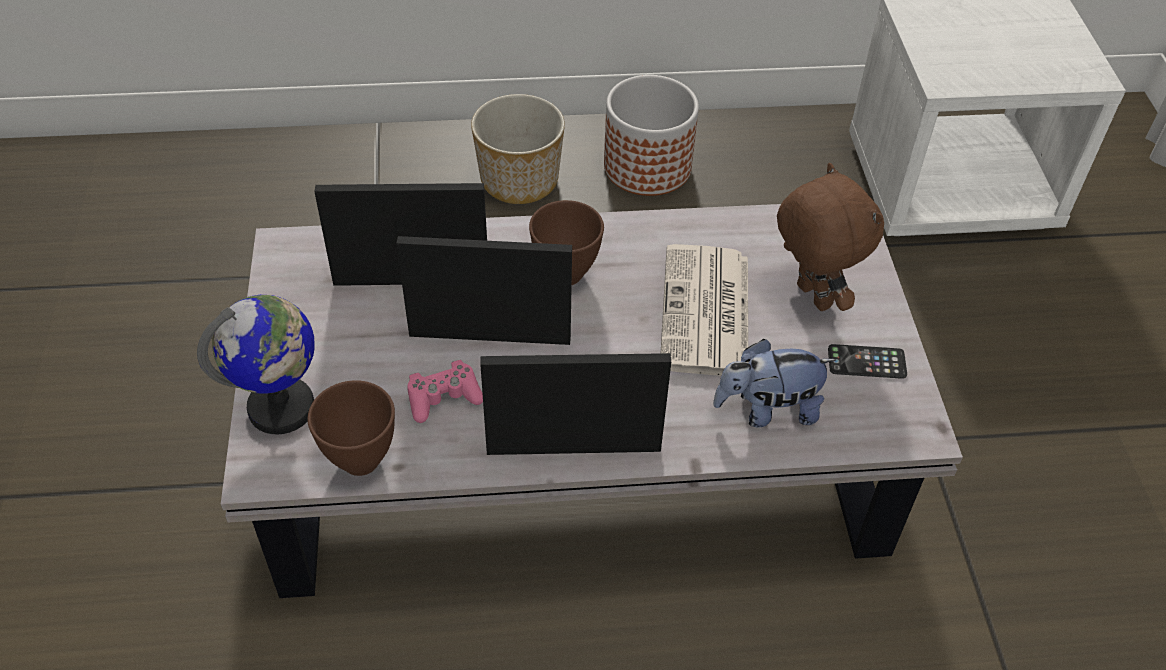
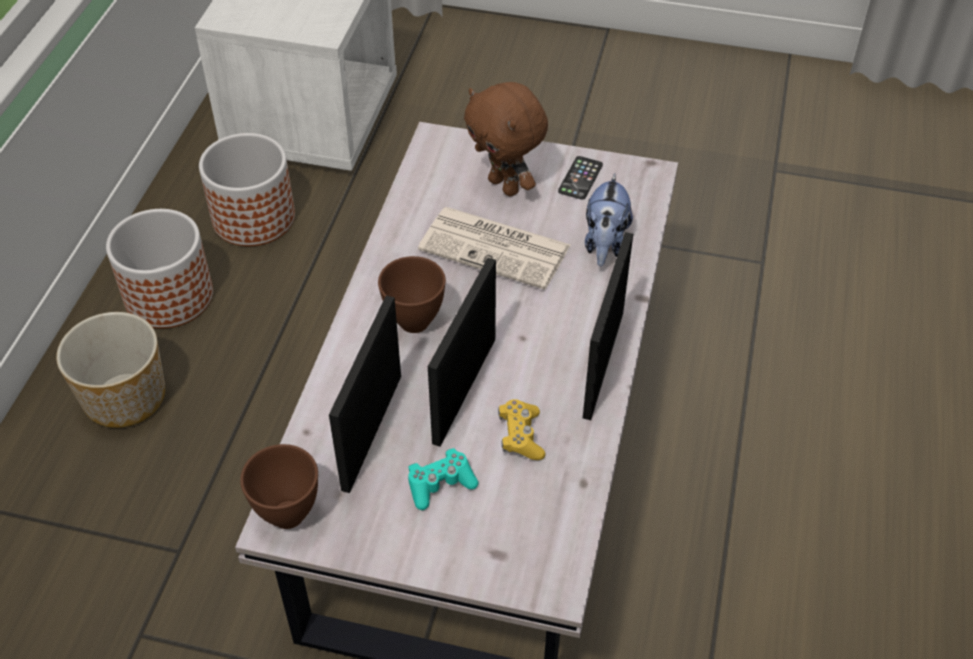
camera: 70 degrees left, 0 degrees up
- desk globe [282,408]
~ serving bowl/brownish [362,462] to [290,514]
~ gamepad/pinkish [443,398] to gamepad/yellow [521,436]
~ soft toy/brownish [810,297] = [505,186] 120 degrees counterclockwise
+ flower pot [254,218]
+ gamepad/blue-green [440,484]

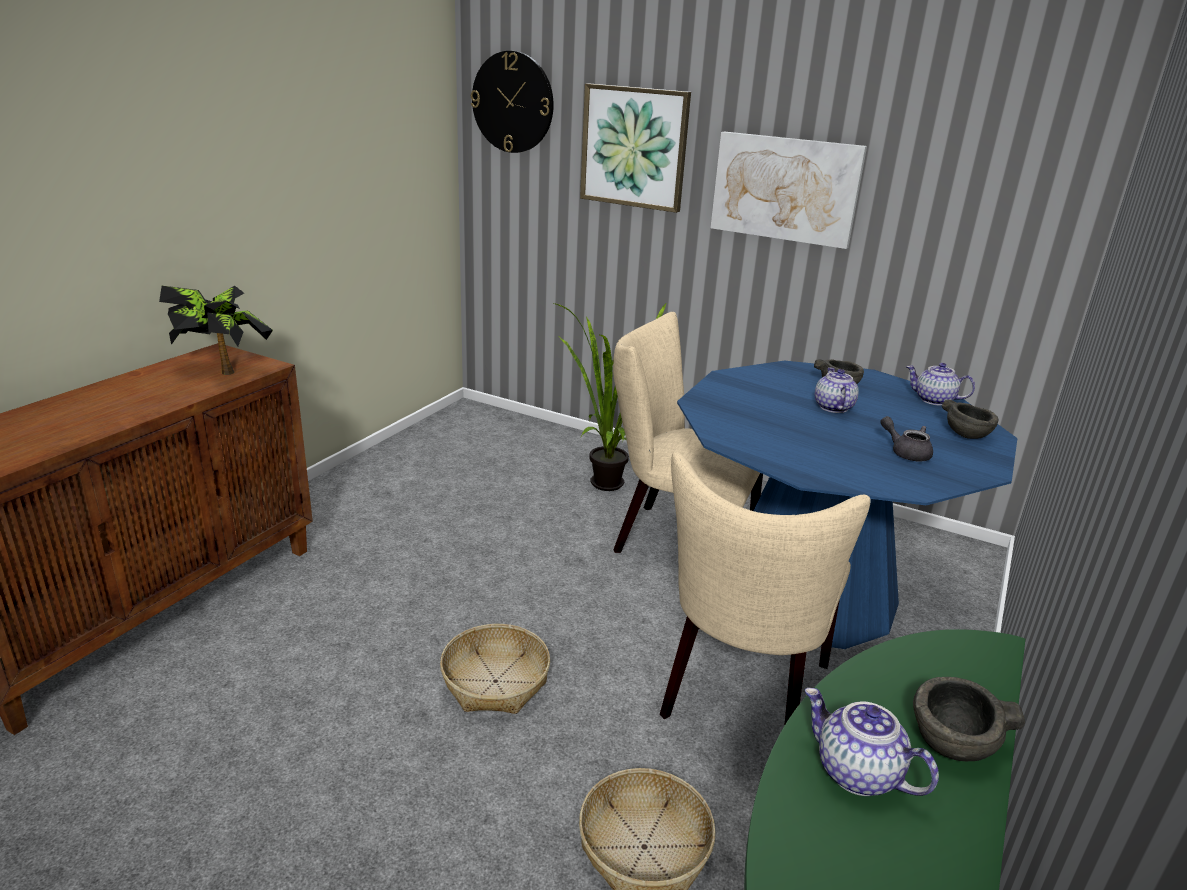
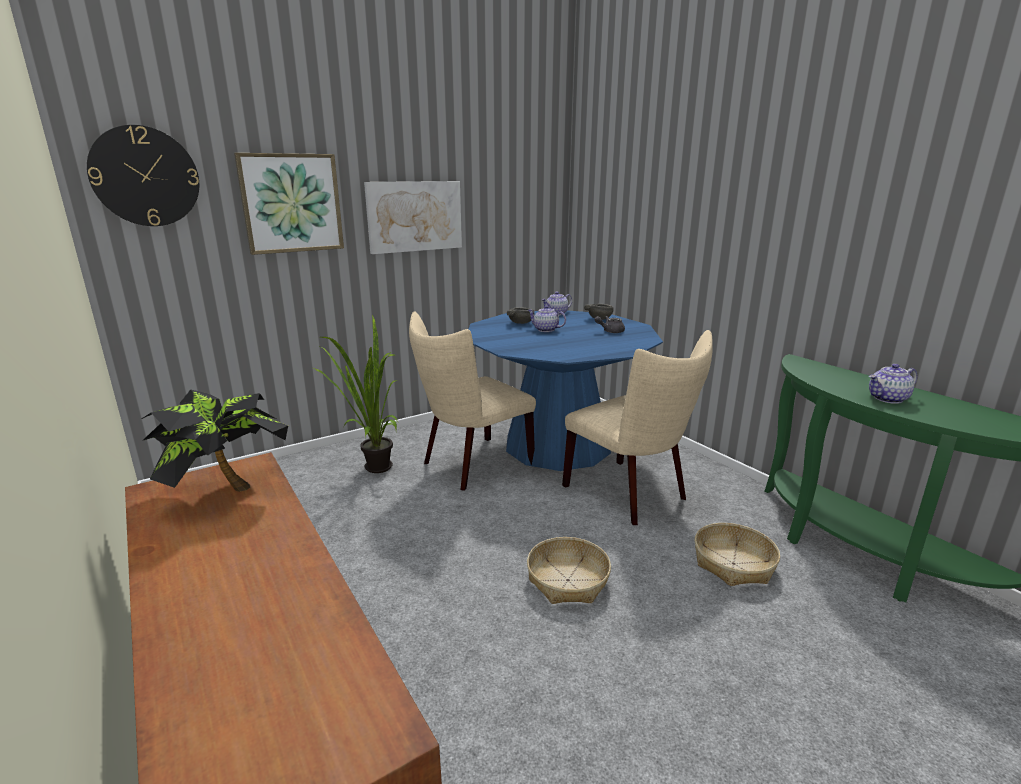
camera: 60 degrees left, 5 degrees down
- serving bowl/gray [952,743]

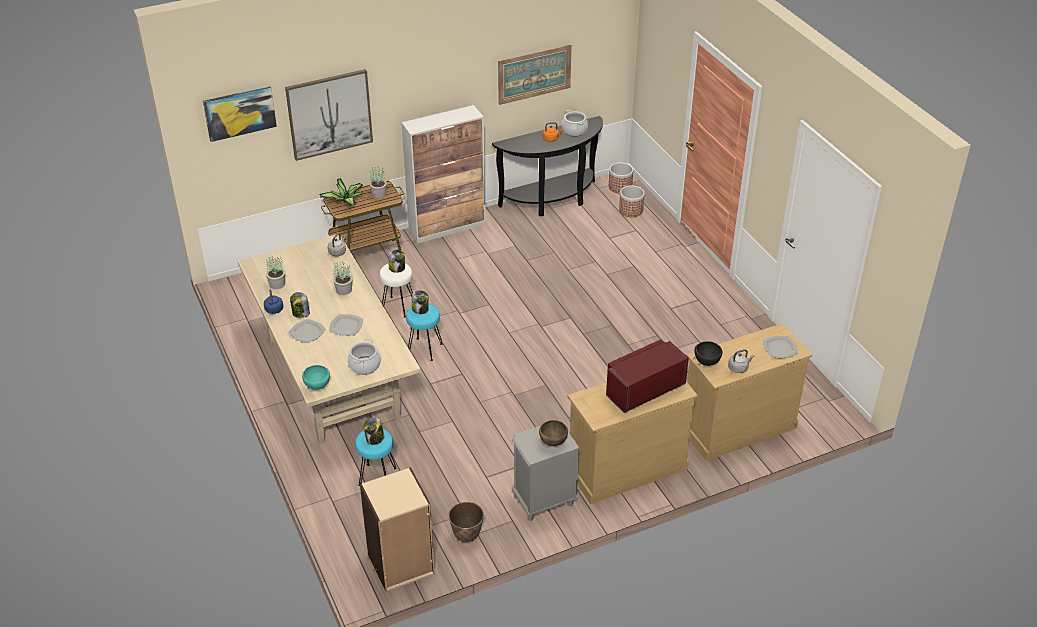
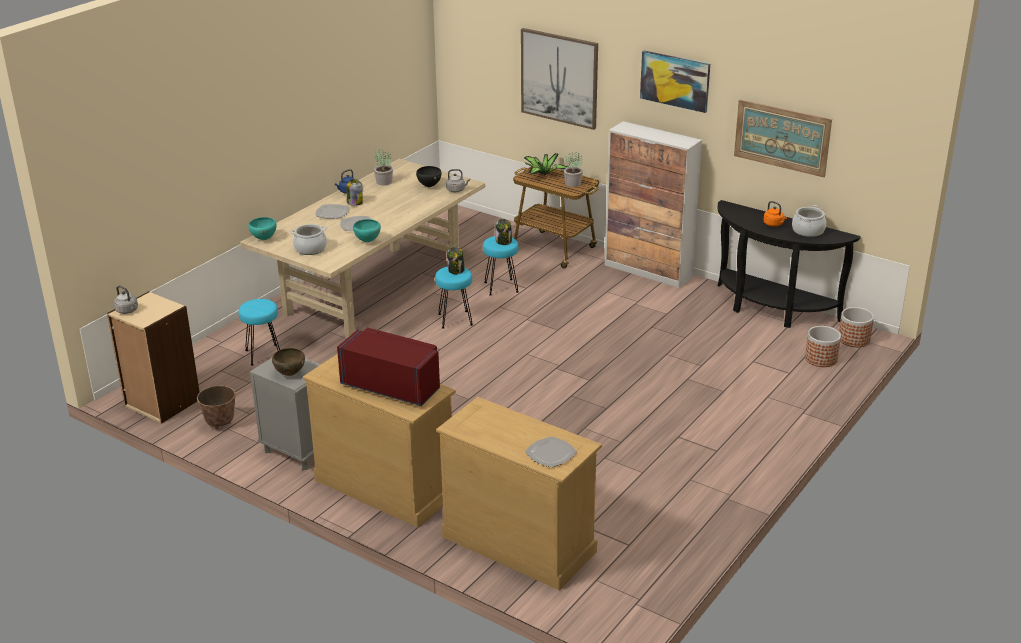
camera: 60 degrees right, 10 degrees down
~ wall art [239,113] to [675,81]
- potted plant [343,290]
- storage jar [375,439]
~ sitting stool/white-coloured [398,307] to sitting stool/blue-green [501,287]
~ serving bowl/black-coloured [706,363] to [429,186]
~ kettle/gray [739,368] to [128,311]
+ serving bowl/blue-green [367,241]

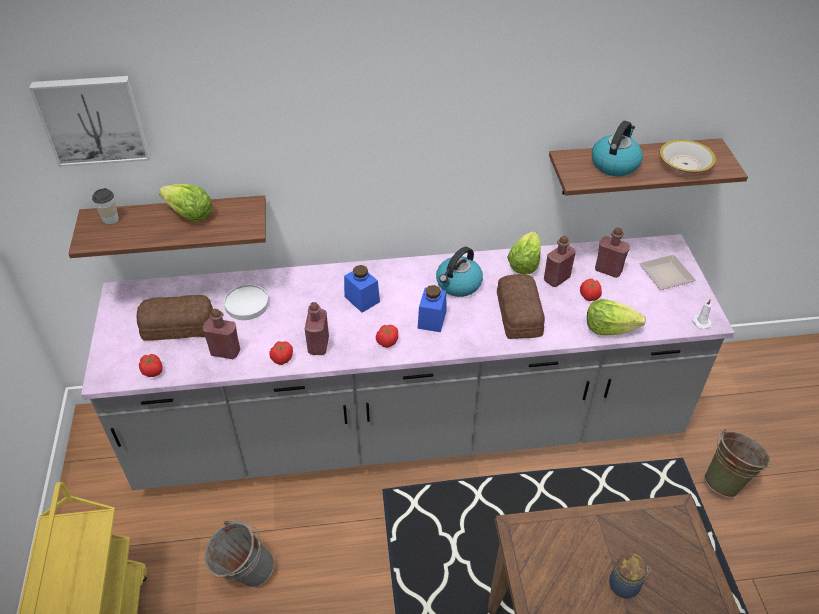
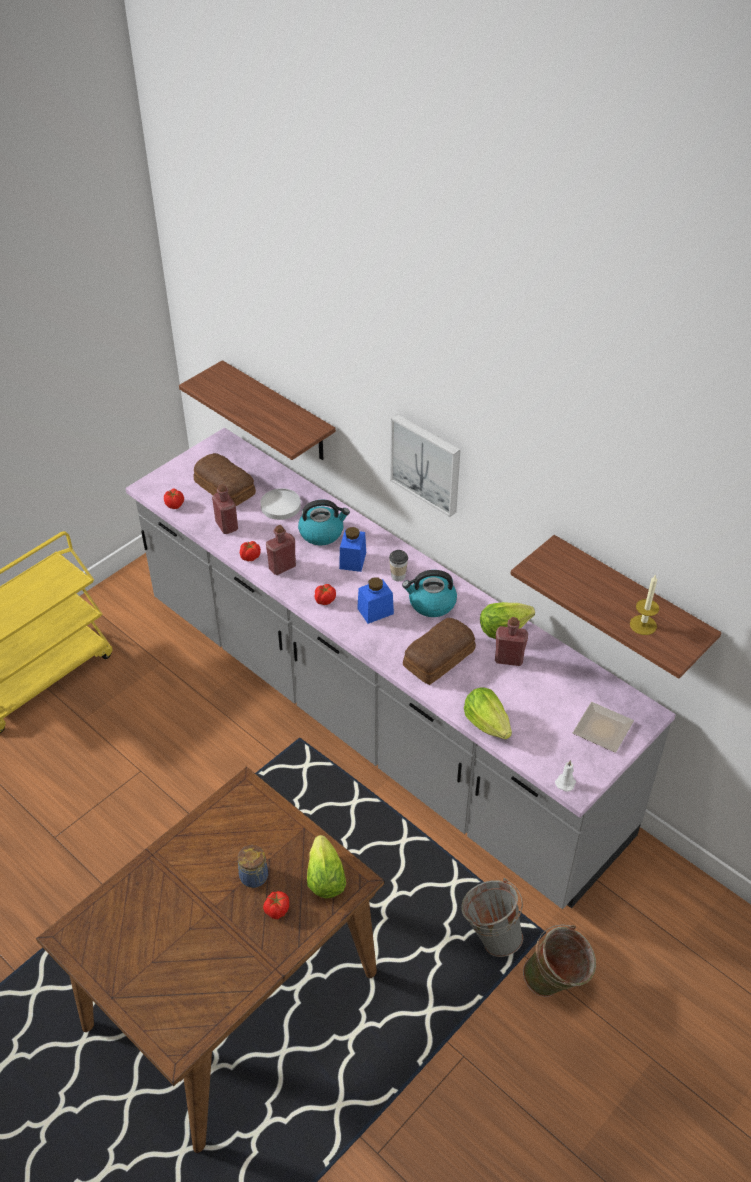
camera: 50 degrees right, 0 degrees up
~ wall art [93,119] to [427,463]
~ small cup [110,219] to [398,576]
~ head of lettuce [189,215] to [325,879]
~ bucket/gray [243,574] to [490,935]
~ whole tomato [589,296] to [276,910]
~ kettle [615,164] to [322,533]
- beverage bottle/reddish [608,270]
~ serving bowl [685,164] to wax light [643,625]

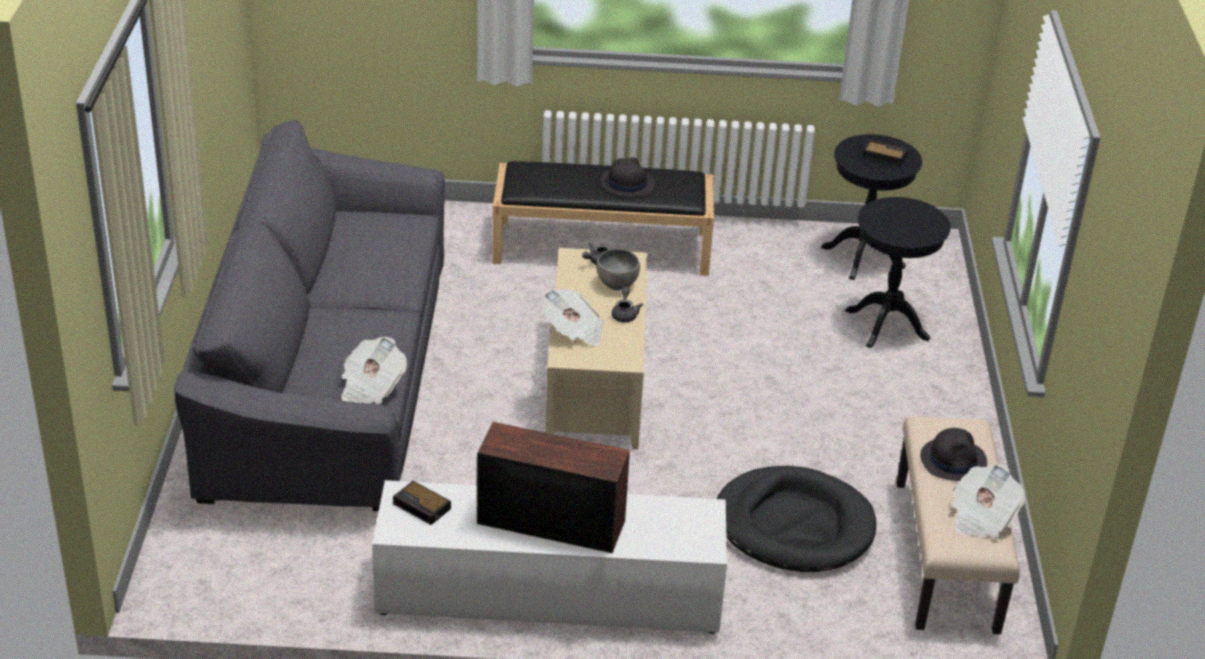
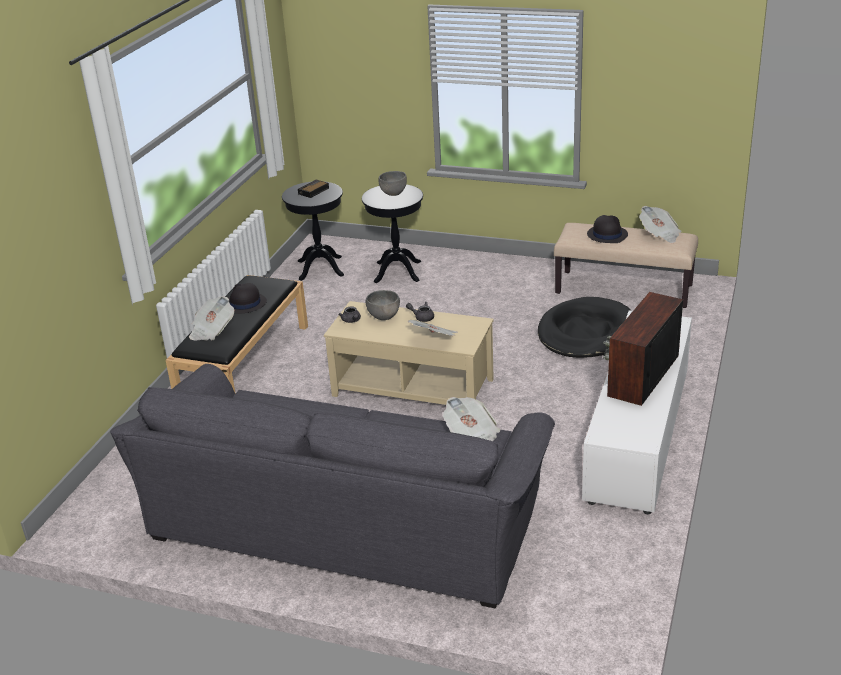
camera: 70 degrees left, 5 degrees down
- table clock [423,507]
+ printed paper [212,331]
+ serving bowl/gray [393,193]

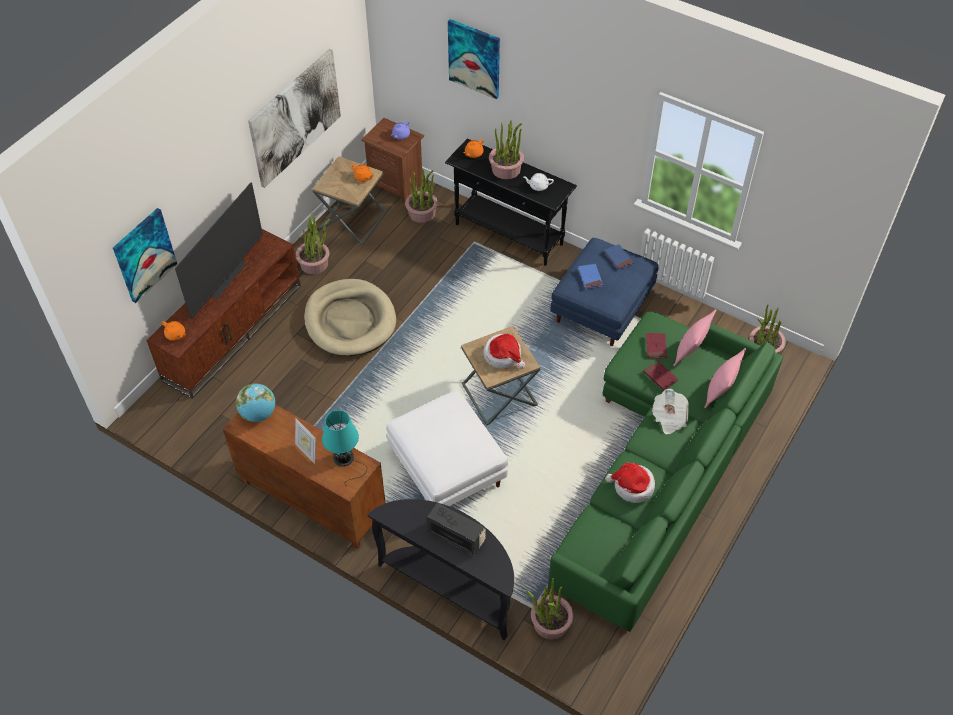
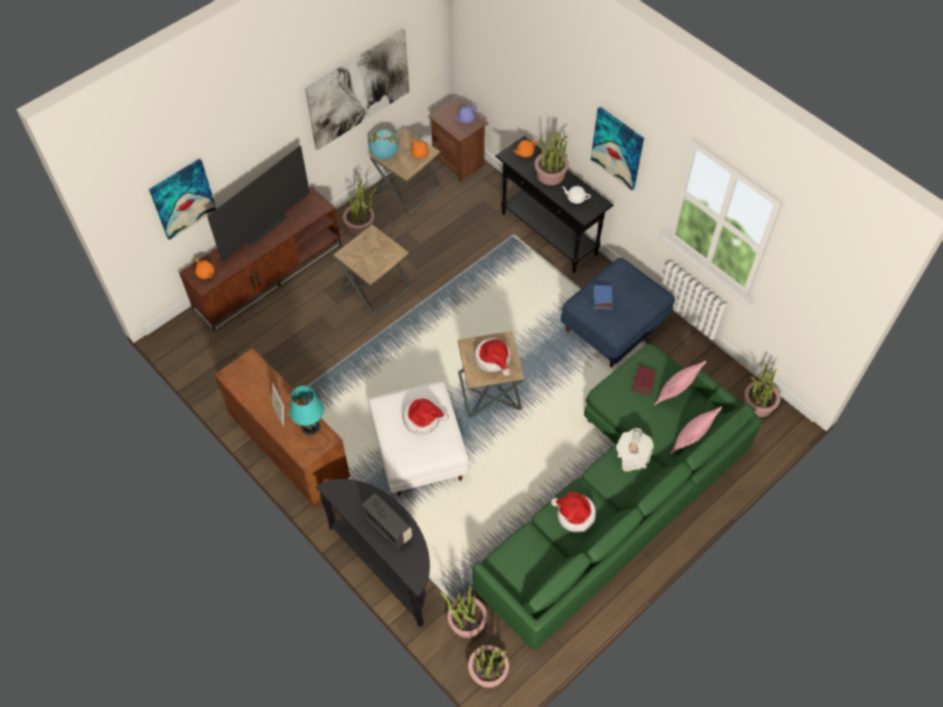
camera: 15 degrees right, 5 degrees up
~ desk globe [258,414] to [384,155]
~ dog cushion/beige-coloured [350,321] to side table/brownish [375,288]
~ potted plant [422,213] to [488,671]
~ wall art [474,58] to [617,148]
- book/blue [618,258]
- book/reddish [660,376]
+ hat [423,419]

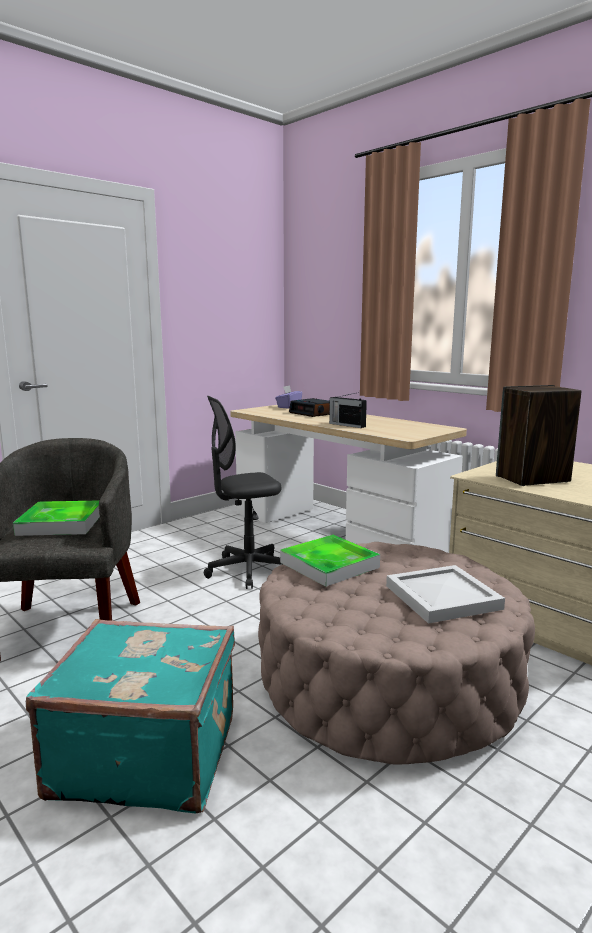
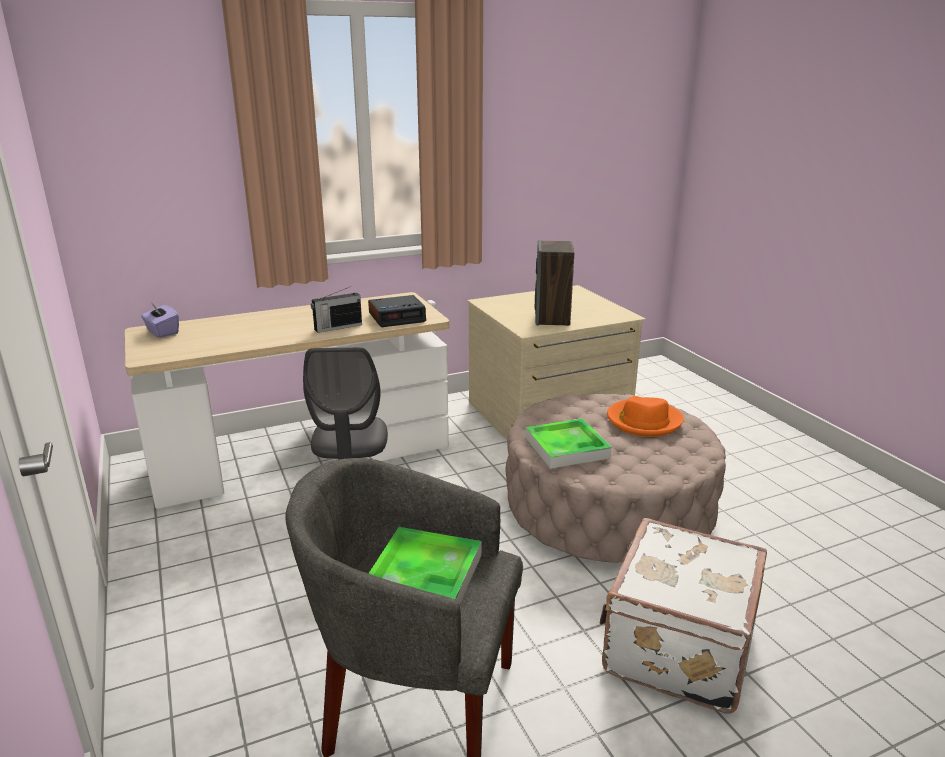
camera: 70 degrees left, 10 degrees up
~ travel case/blue-green [147,753] to travel case/white-coloured [675,647]
~ table clock [314,413] to [397,317]
~ serving tray/white-coloured [440,597] to hat/orangey [643,421]

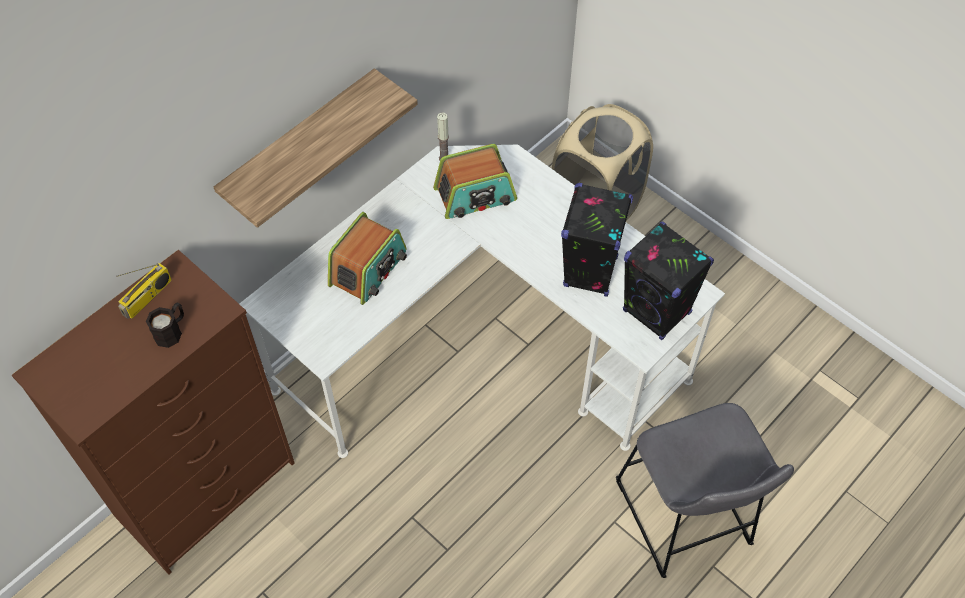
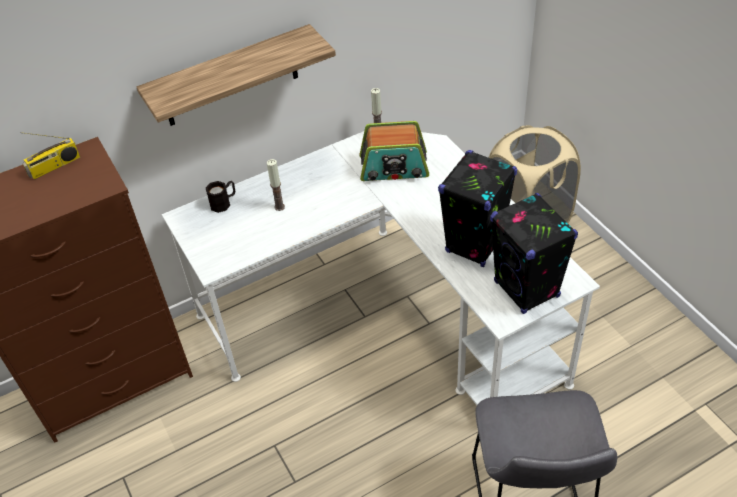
camera: 20 degrees right, 10 degrees down
~ tea mug/black-coloured [172,331] to [224,202]
~ radio [368,269] to wax light [279,207]

